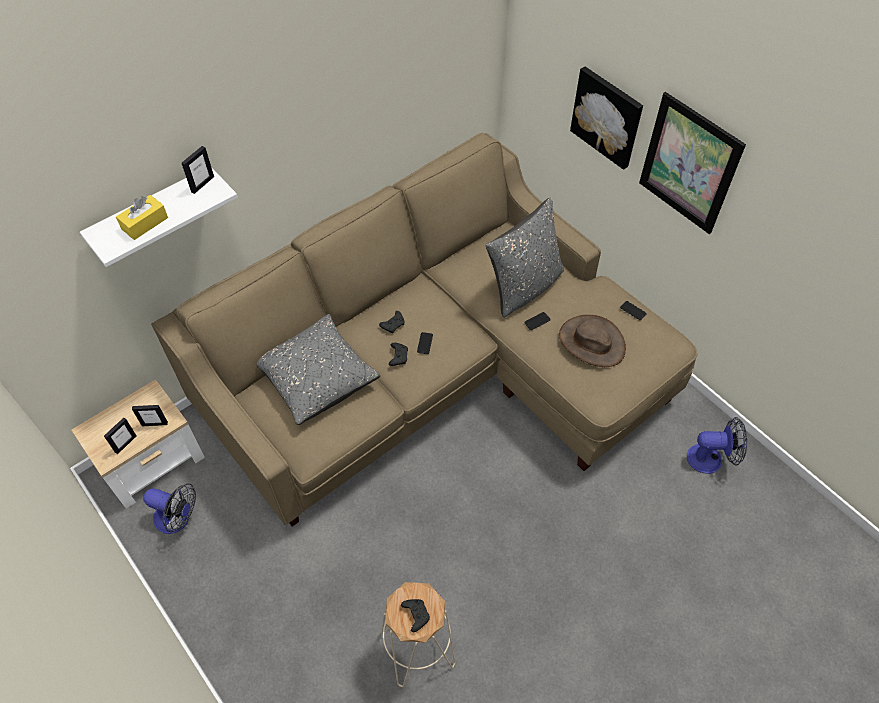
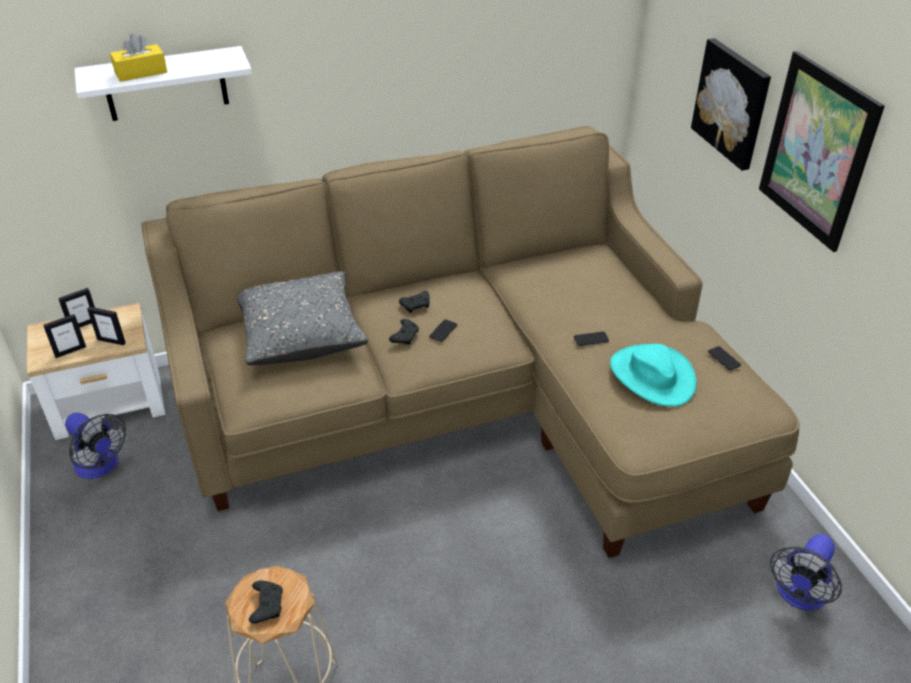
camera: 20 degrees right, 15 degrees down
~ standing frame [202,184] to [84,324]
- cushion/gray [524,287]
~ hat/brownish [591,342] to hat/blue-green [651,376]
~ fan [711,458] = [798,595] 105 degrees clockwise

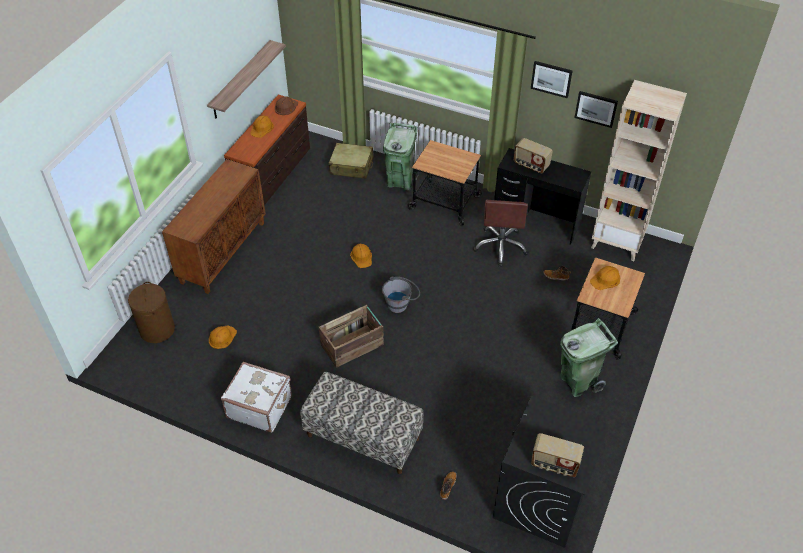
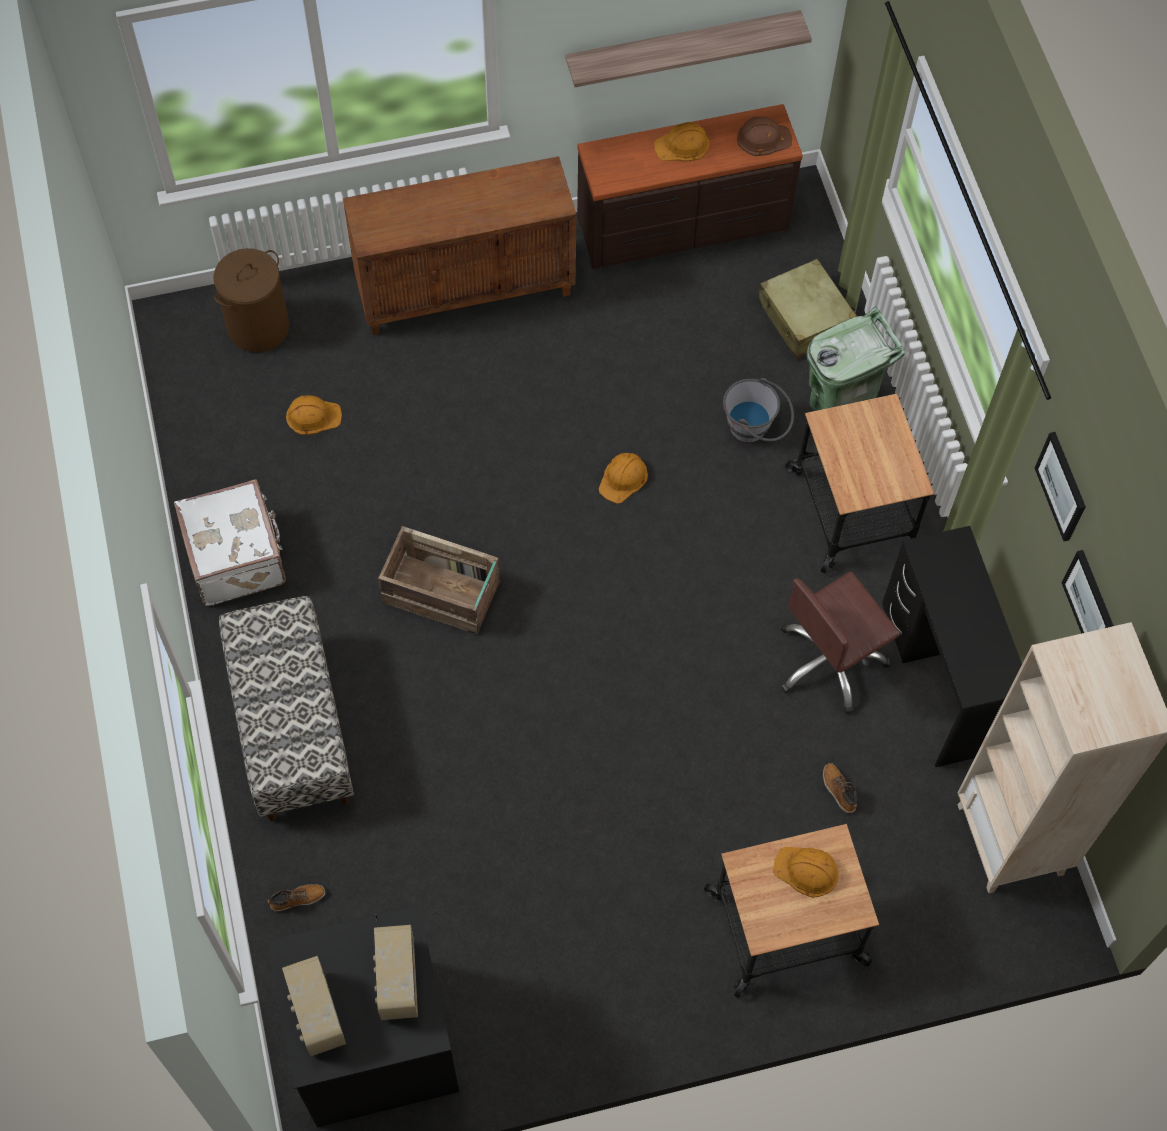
camera: 50 degrees right, 15 degrees up
~ bucket/gray [401,303] to [755,429]
~ radio [531,165] to [396,981]
- waste bin/green-coloured [578,381]

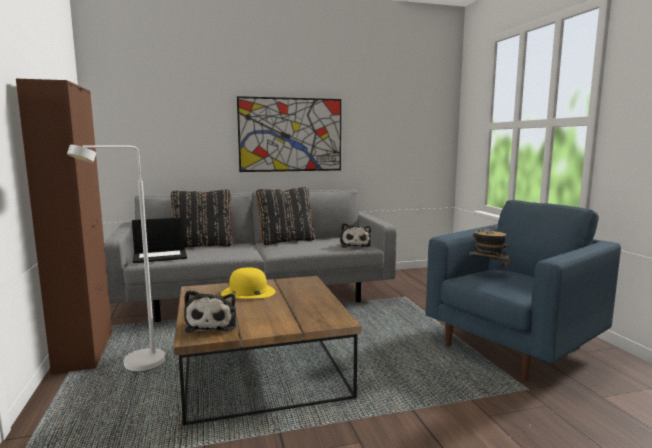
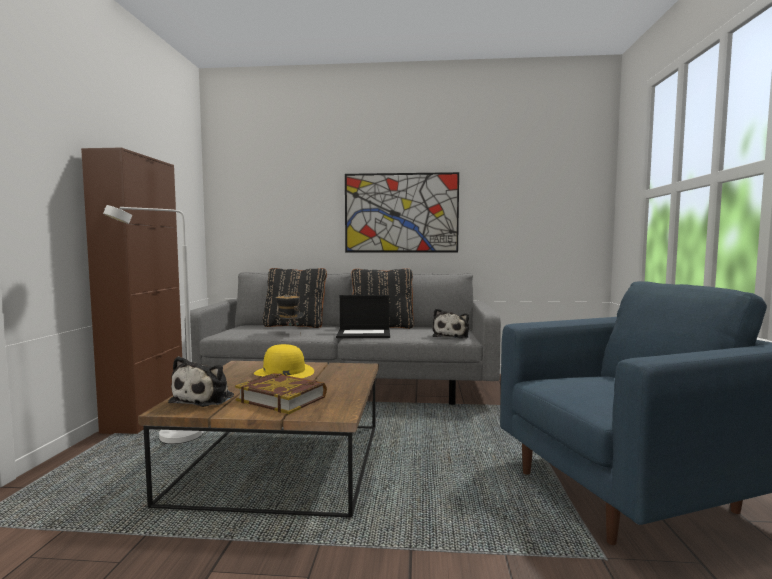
camera: 20 degrees right, 5 degrees down
~ portable computer [160,256] to [364,334]
~ hat [487,274] to [288,333]
+ book [282,398]

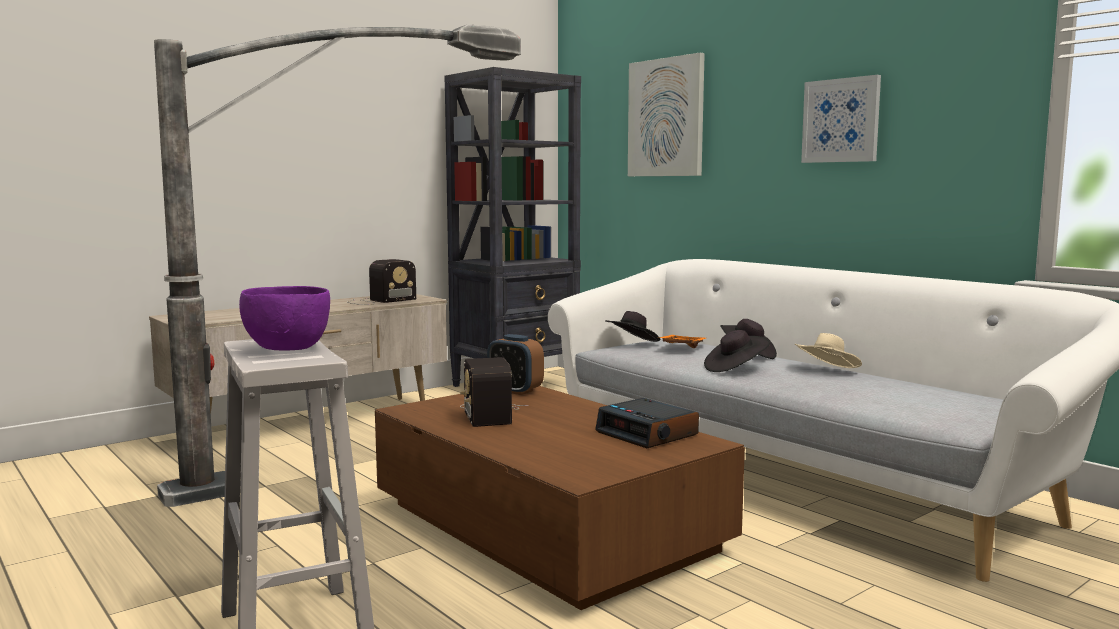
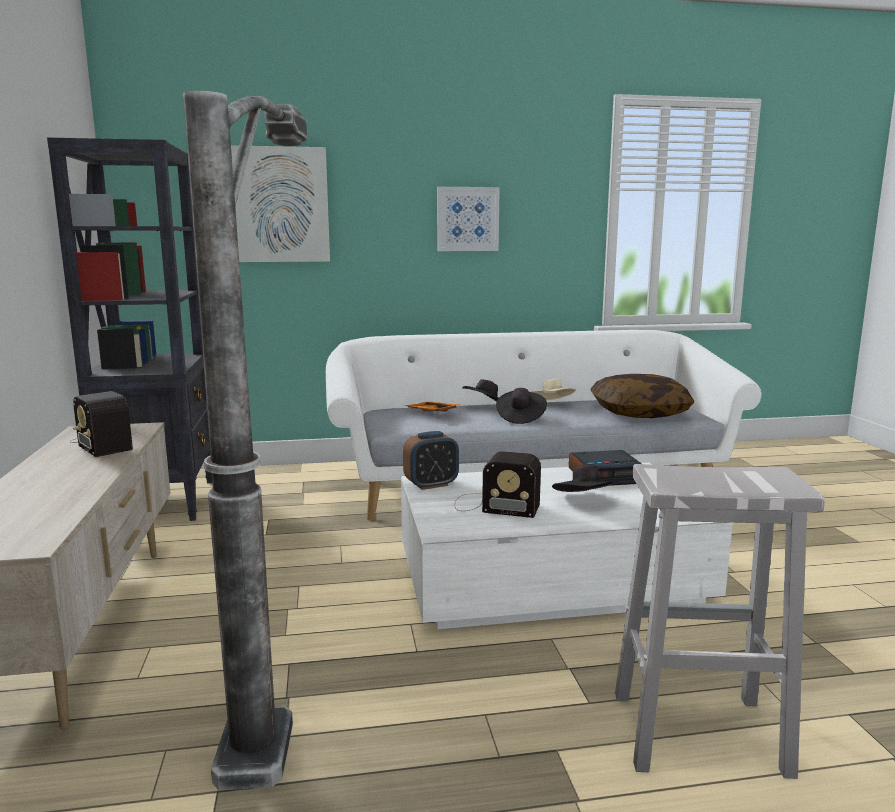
camera: 60 degrees left, 5 degrees up
- serving bowl/purple-coloured [286,349]
~ radio [379,301] = [103,443] 150 degrees clockwise
~ lounge table/brownish [547,527] to lounge table/white-coloured [550,579]
~ hat/black-coloured [632,343] to [585,502]
+ cushion [639,412]

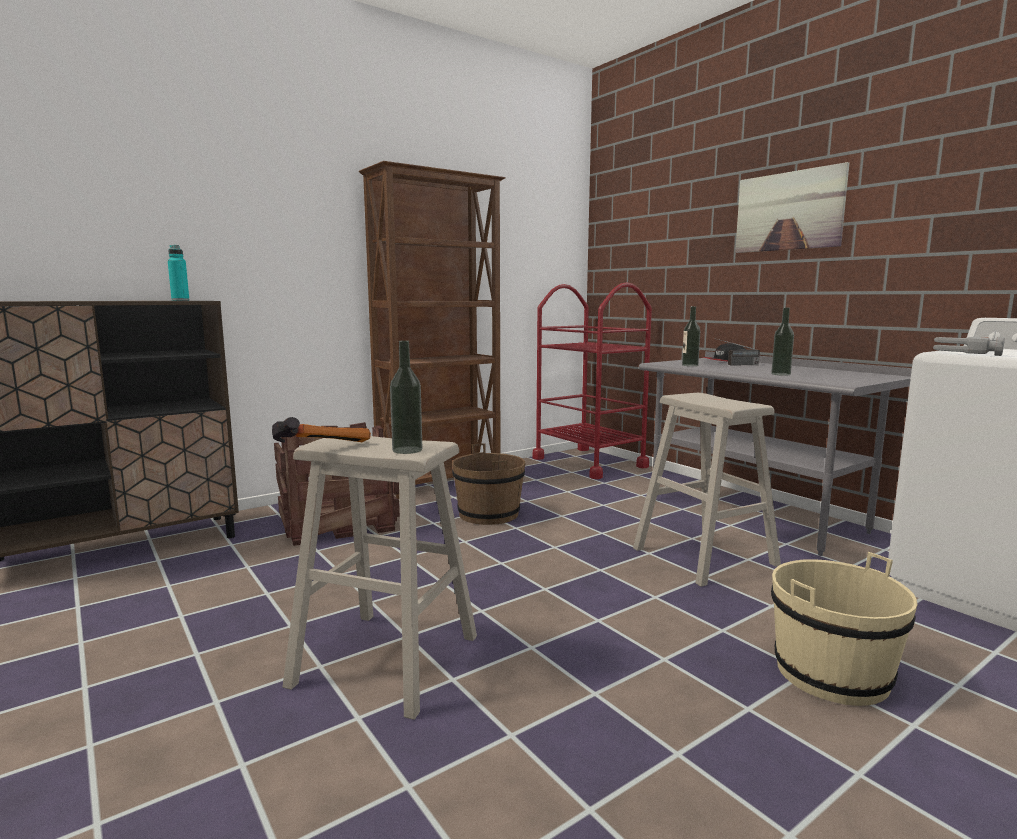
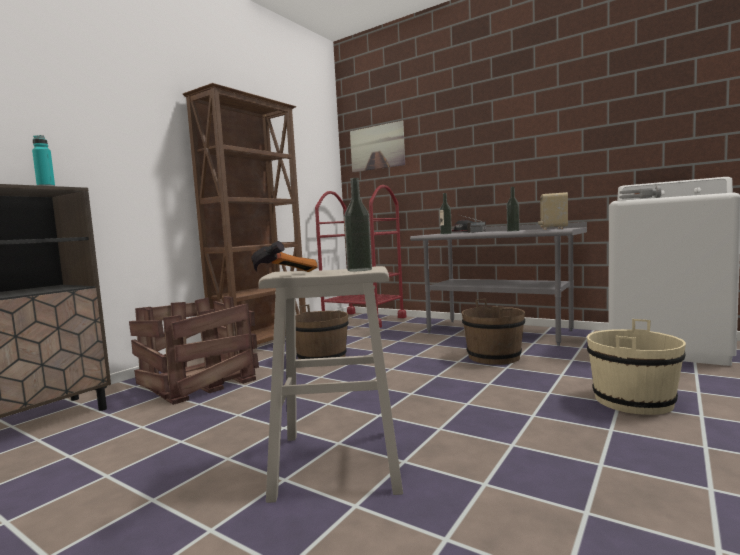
camera: 20 degrees left, 5 degrees down
~ sitting stool/beige-coloured [703,556] to bucket/brownish [493,357]
~ wall art [788,211] to [377,147]
+ radio [552,229]

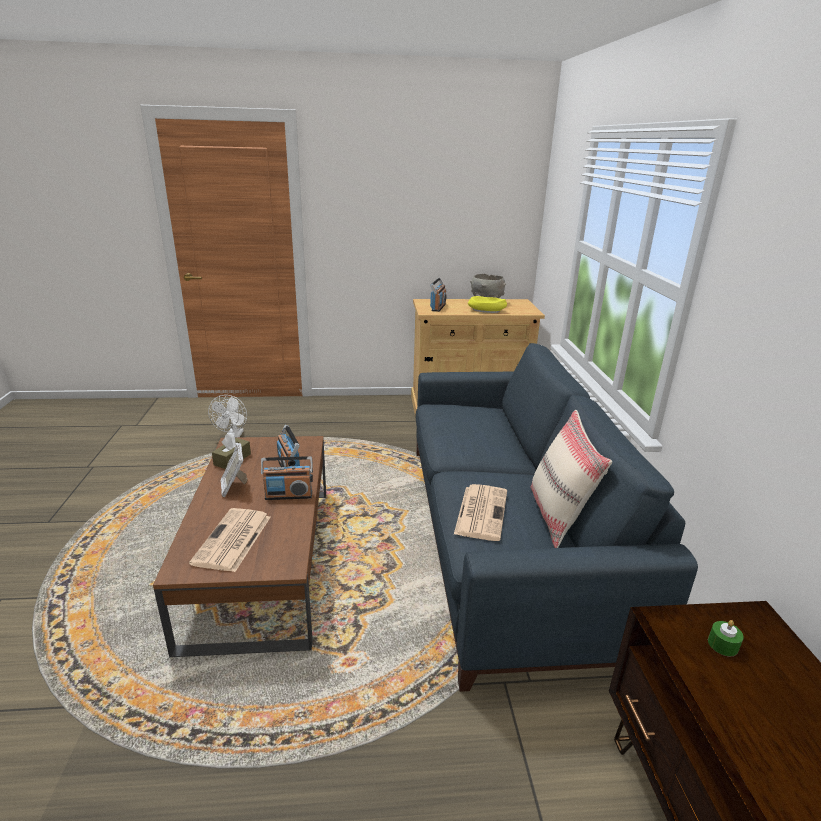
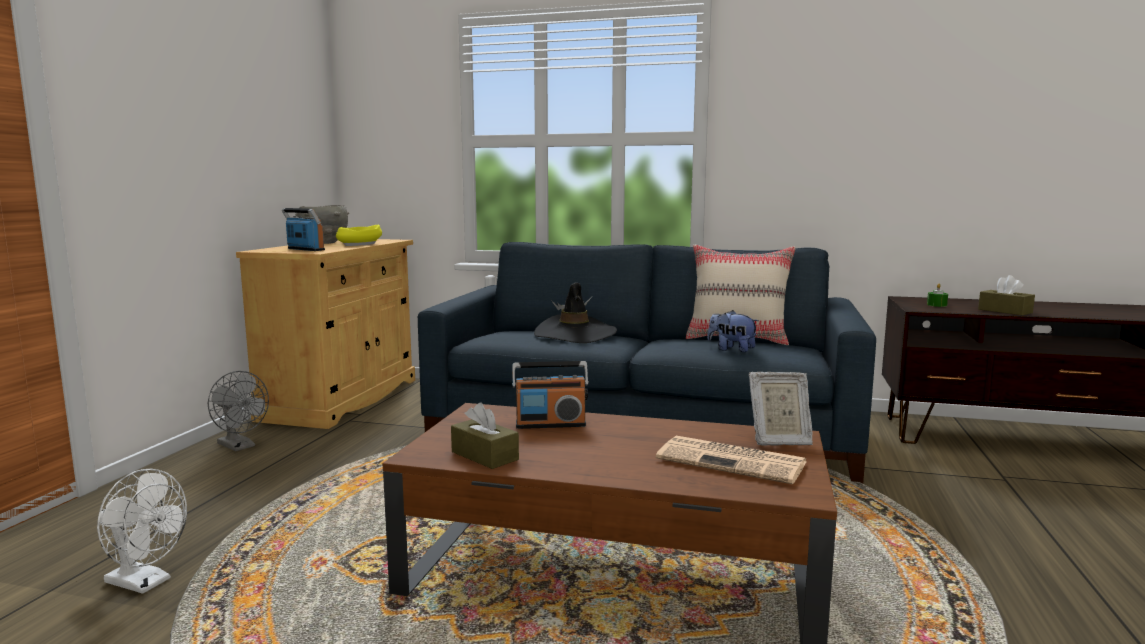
camera: 70 degrees left, 15 degrees down
~ standing frame [234,487] to [778,440]
- radio [289,495]
~ printed paper [481,511] to soft toy [731,349]
+ fan/gray [240,446]
+ hat/black-coloured [575,334]
+ tissue holder/brownish [1005,311]

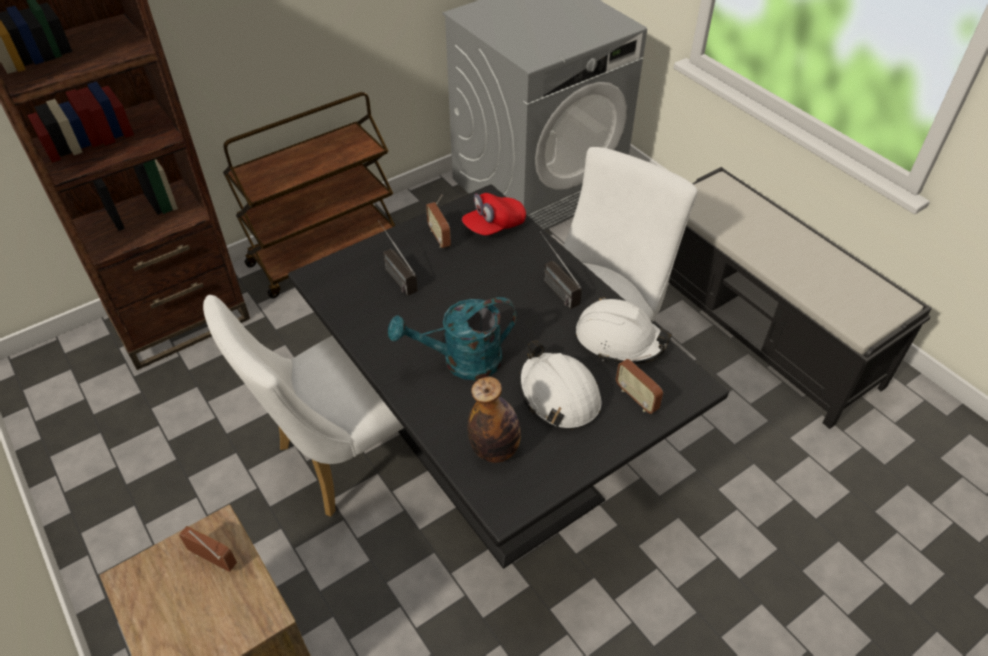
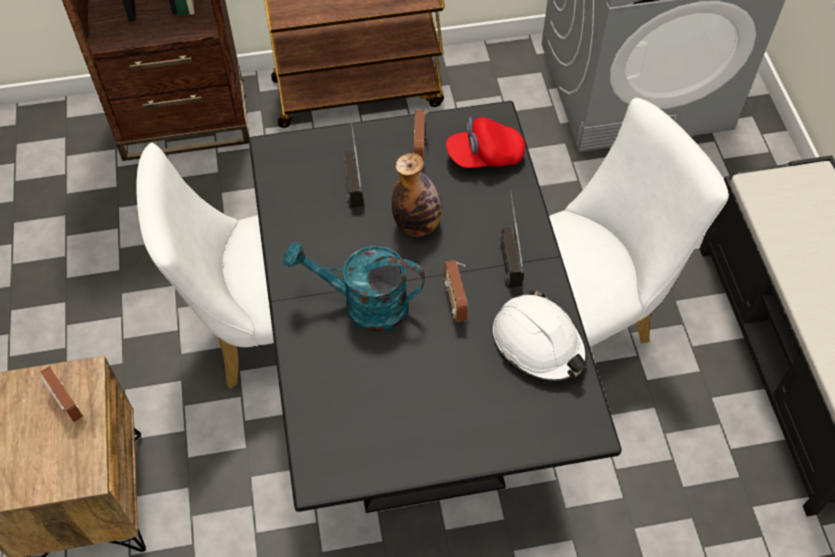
camera: 25 degrees right, 10 degrees up
~ beverage bottle [494,449] to [417,224]
- hard hat/white-coloured [558,394]
~ radio [636,398] to [455,302]

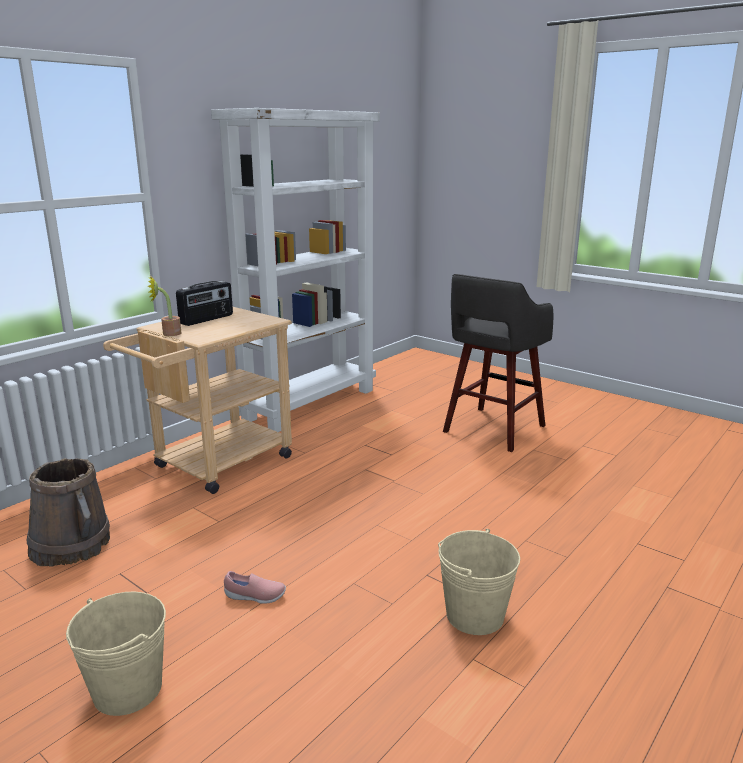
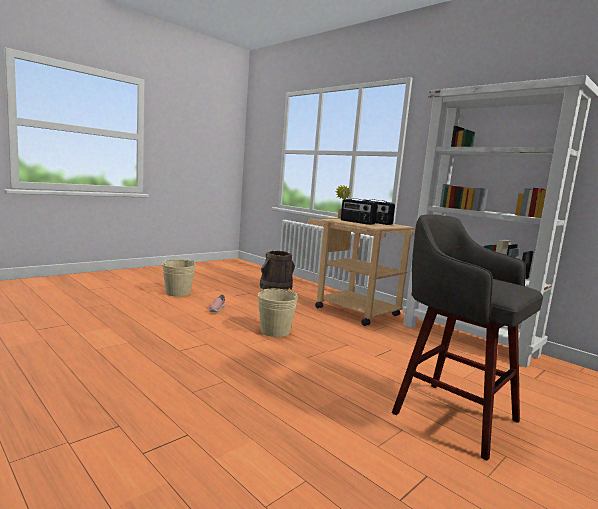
camera: 95 degrees right, 10 degrees down
~ bucket/beige-coloured [474,615] to [275,331]
+ radio [357,222]

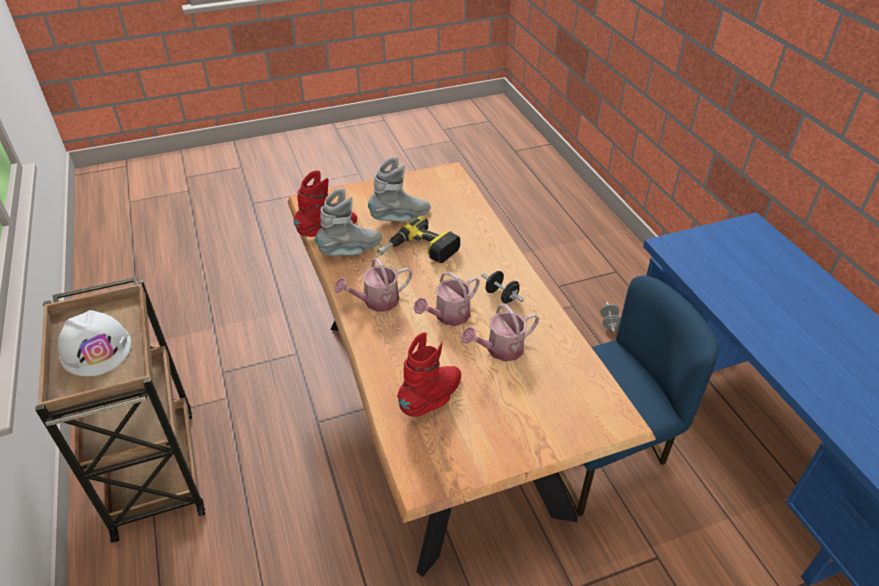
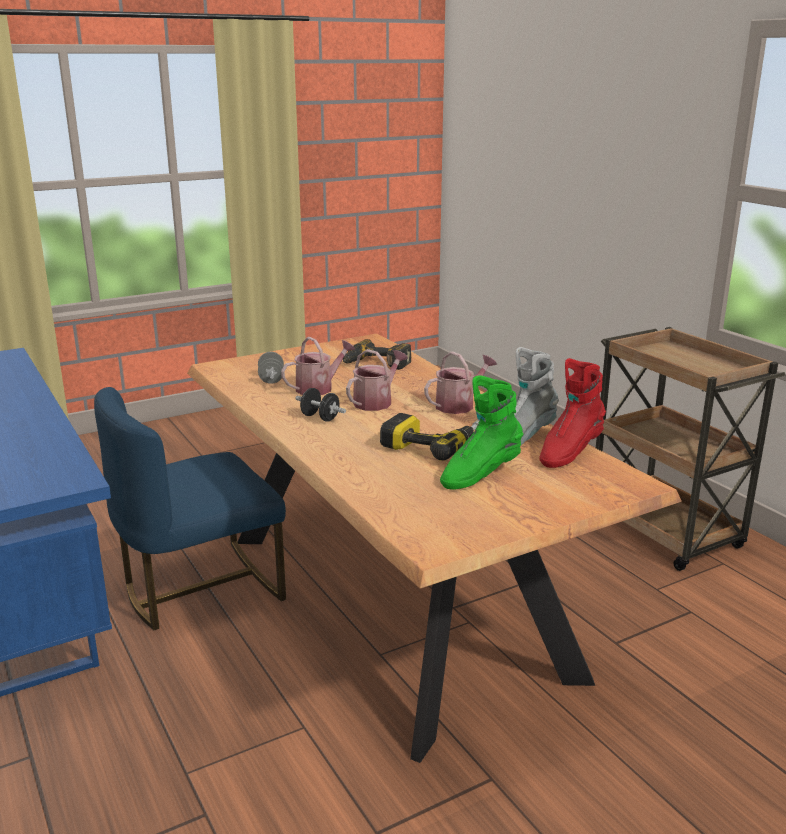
camera: 170 degrees right, 20 degrees down
- hard hat/white-coloured [96,349]
~ boot/gray [401,218] to boot/green-coloured [480,474]
~ boot/reddish [432,399] to electric drill [375,364]
~ free weight/gray [609,323] to [271,379]

